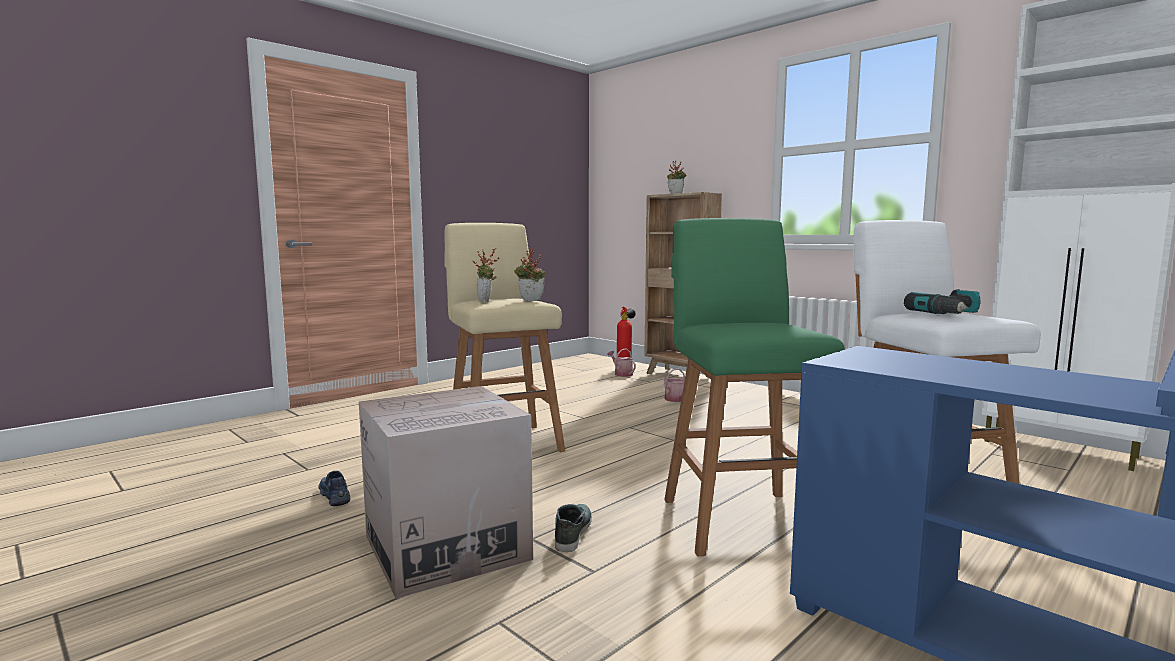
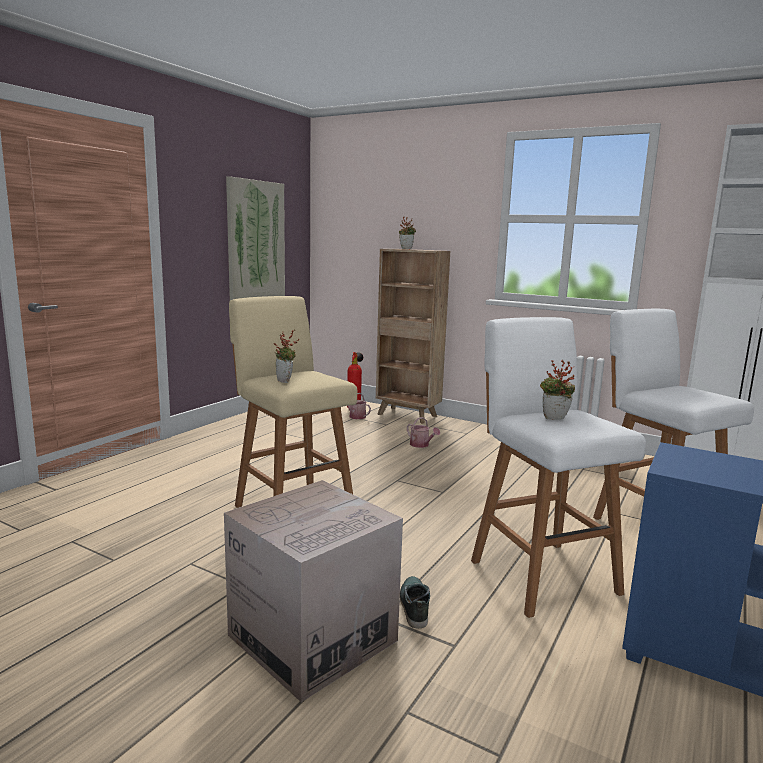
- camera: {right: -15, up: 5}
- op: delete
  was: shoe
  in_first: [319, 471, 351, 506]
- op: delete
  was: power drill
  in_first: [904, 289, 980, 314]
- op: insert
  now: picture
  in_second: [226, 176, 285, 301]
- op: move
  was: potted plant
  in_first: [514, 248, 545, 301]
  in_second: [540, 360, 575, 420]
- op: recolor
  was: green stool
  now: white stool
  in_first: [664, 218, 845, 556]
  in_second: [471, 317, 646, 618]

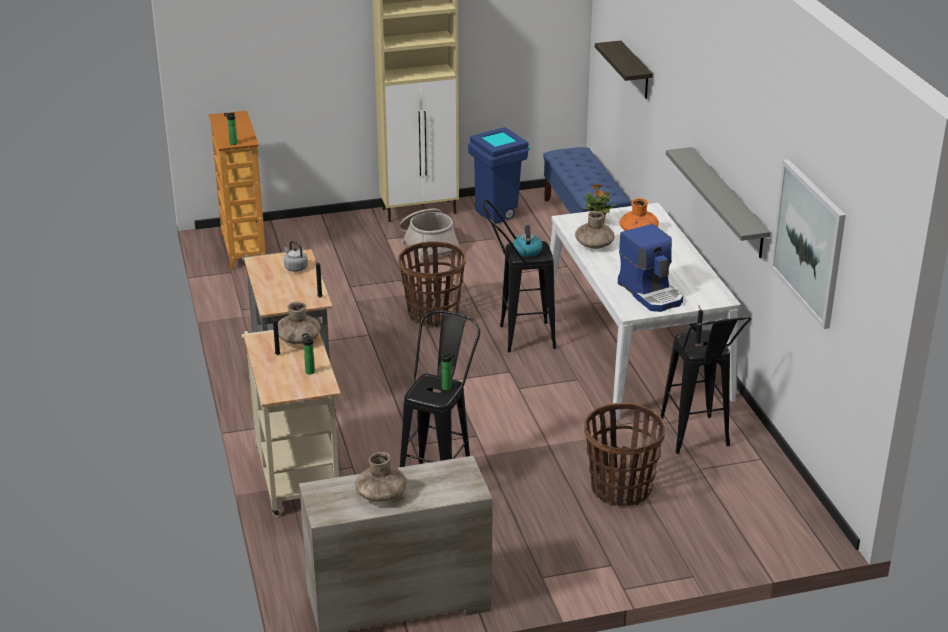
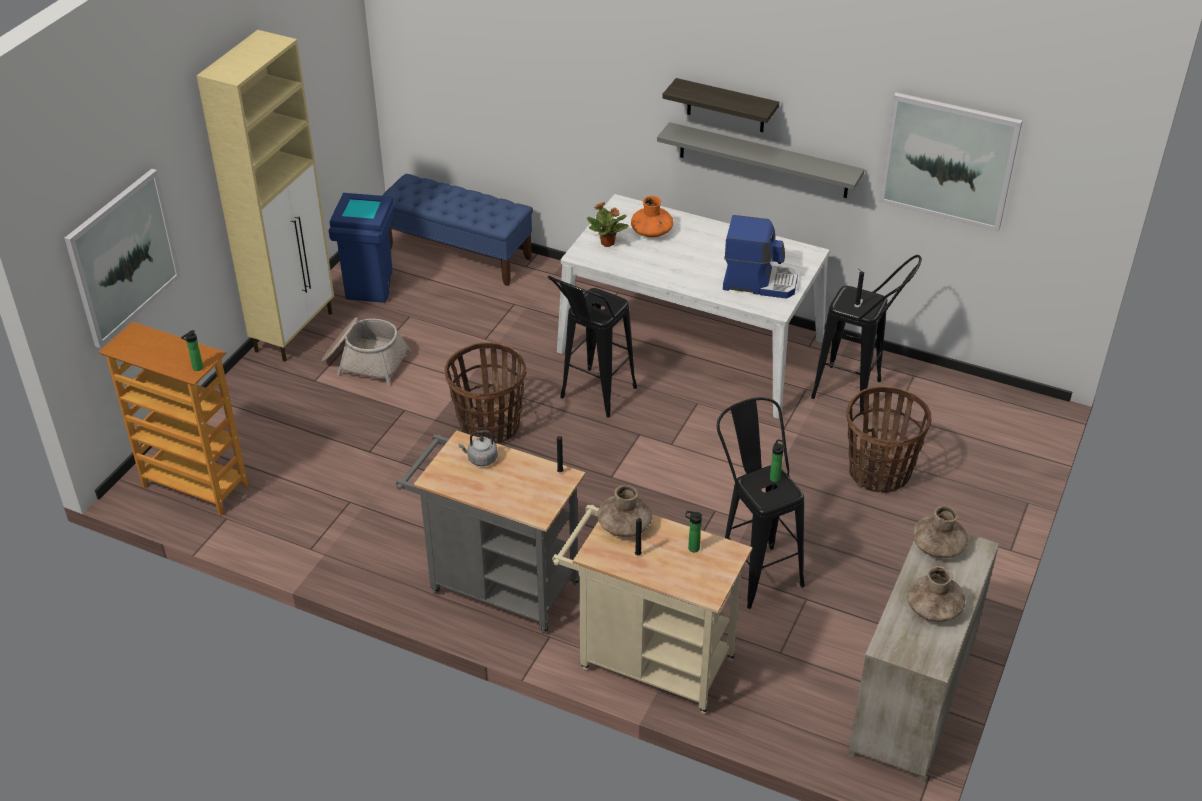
- camera: {right: -50, up: 10}
- op: delete
  was: kettle
  in_first: [513, 225, 542, 257]
- op: insert
  now: picture
  in_second: [65, 169, 181, 348]
- op: move
  was: brown vase
  in_first: [575, 211, 615, 249]
  in_second: [913, 506, 968, 558]
- op: move
  was: shelf
  in_first: [595, 41, 653, 99]
  in_second: [662, 78, 779, 132]

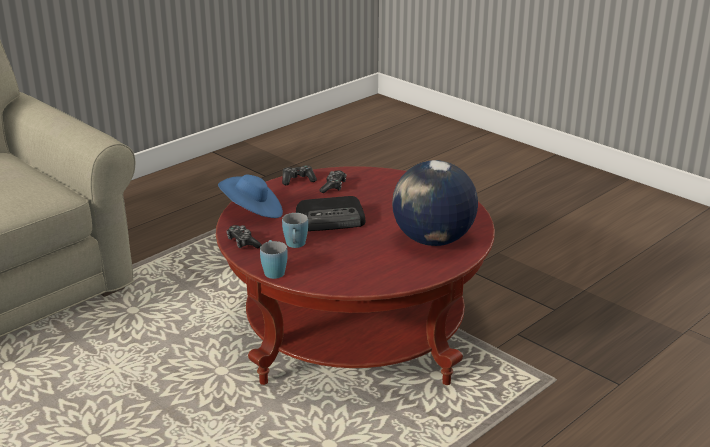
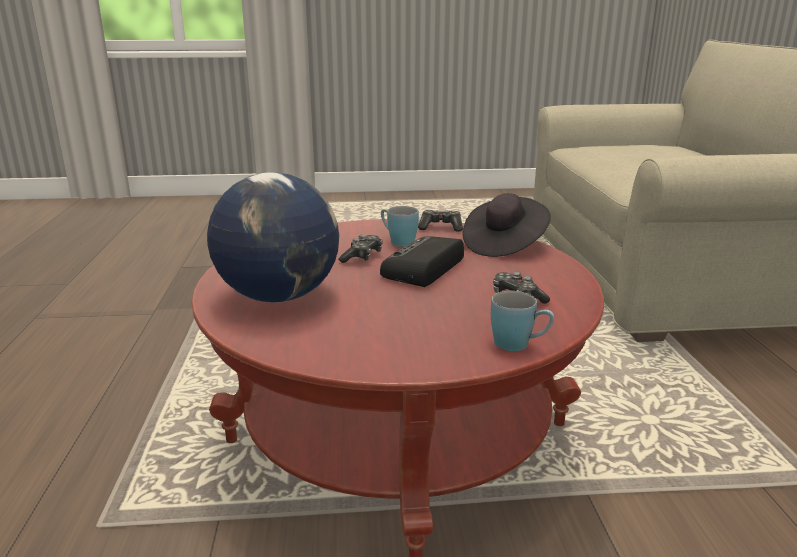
- camera: {right: 130, up: -5}
- op: move
  was: blue mug
  in_first: [260, 240, 287, 279]
  in_second: [491, 291, 554, 351]
- op: move
  was: game controller
  in_first: [282, 165, 317, 185]
  in_second: [339, 235, 383, 263]
- op: recolor
  was: blue hat
  now: black hat
  in_first: [218, 174, 283, 218]
  in_second: [462, 193, 551, 257]

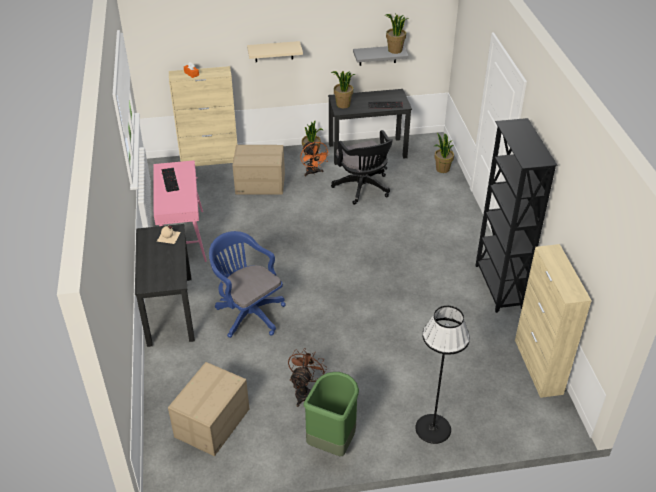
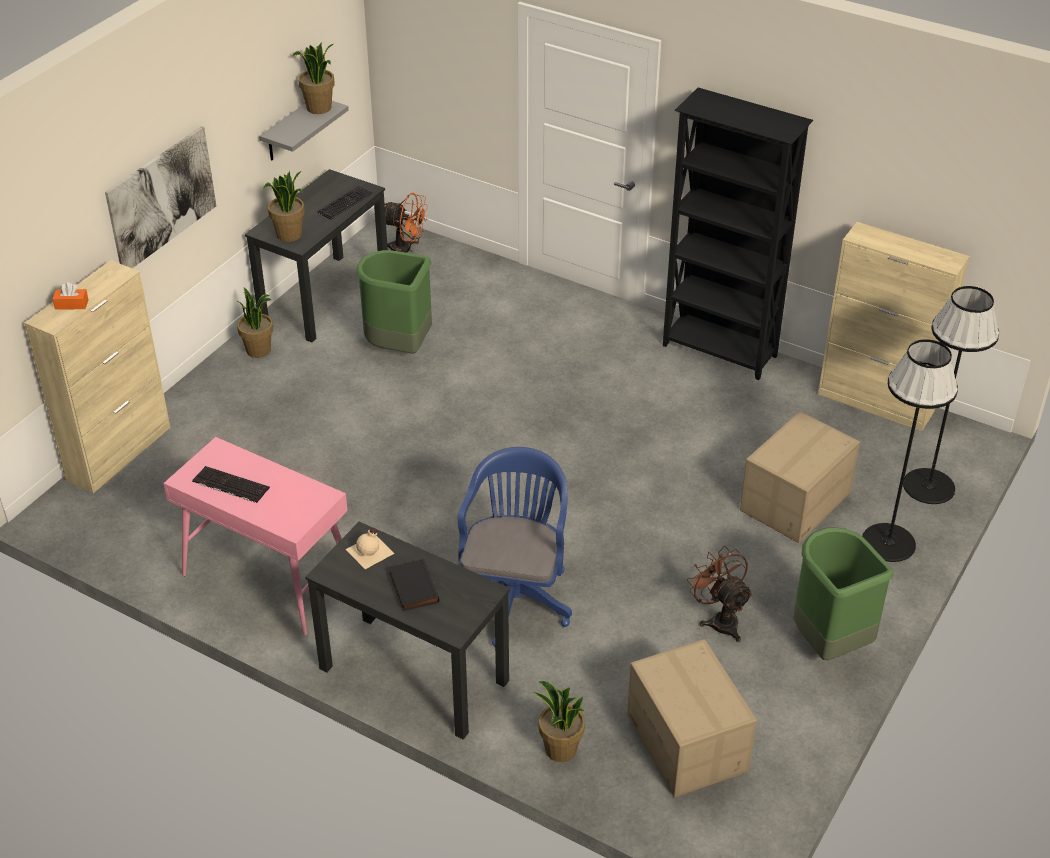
- camera: {right: -50, up: 0}
- op: insert
  now: black book
  in_second: [389, 558, 440, 611]
- op: insert
  now: black floor lamp
  in_second: [903, 286, 999, 504]
- op: move
  was: cardboard box
  in_first: [232, 145, 285, 195]
  in_second: [740, 411, 860, 543]
- op: move
  was: orange fan
  in_first: [300, 141, 330, 176]
  in_second: [385, 193, 428, 253]
- op: move
  was: potted plant
  in_first: [435, 133, 454, 173]
  in_second: [533, 681, 585, 762]
- op: replace
  was: beige shelf
  now: picture
  in_first: [247, 41, 303, 62]
  in_second: [105, 126, 216, 268]
- op: replace
  was: black office chair
  now: green trash can
  in_first: [331, 130, 393, 205]
  in_second: [356, 250, 432, 354]
- op: rotate
  was: blue office chair
  in_first: [209, 231, 286, 338]
  in_second: [458, 447, 572, 646]
  clockwise: 105

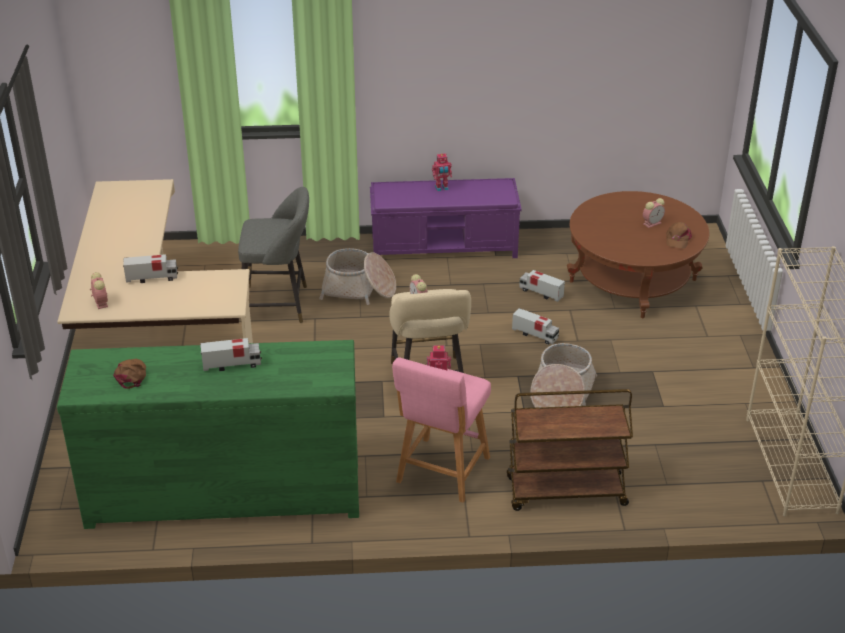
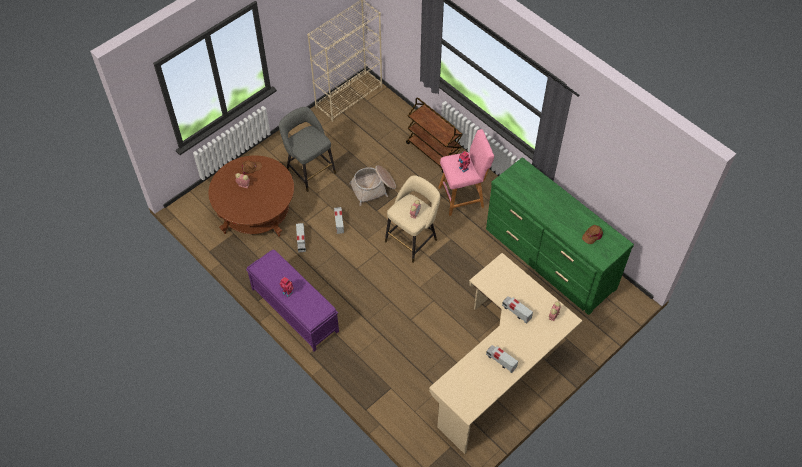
- camera: {right: -130, up: 20}
- op: delete
  was: basket
  in_first: [319, 248, 396, 305]
- op: move
  was: toy truck
  in_first: [200, 338, 262, 371]
  in_second: [486, 345, 518, 373]
- op: move
  was: grey stool
  in_first: [238, 187, 309, 323]
  in_second: [279, 107, 336, 192]

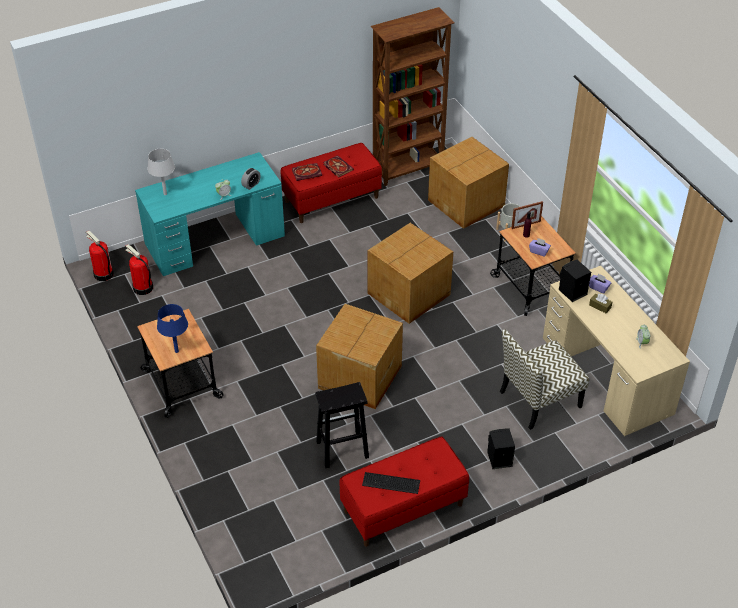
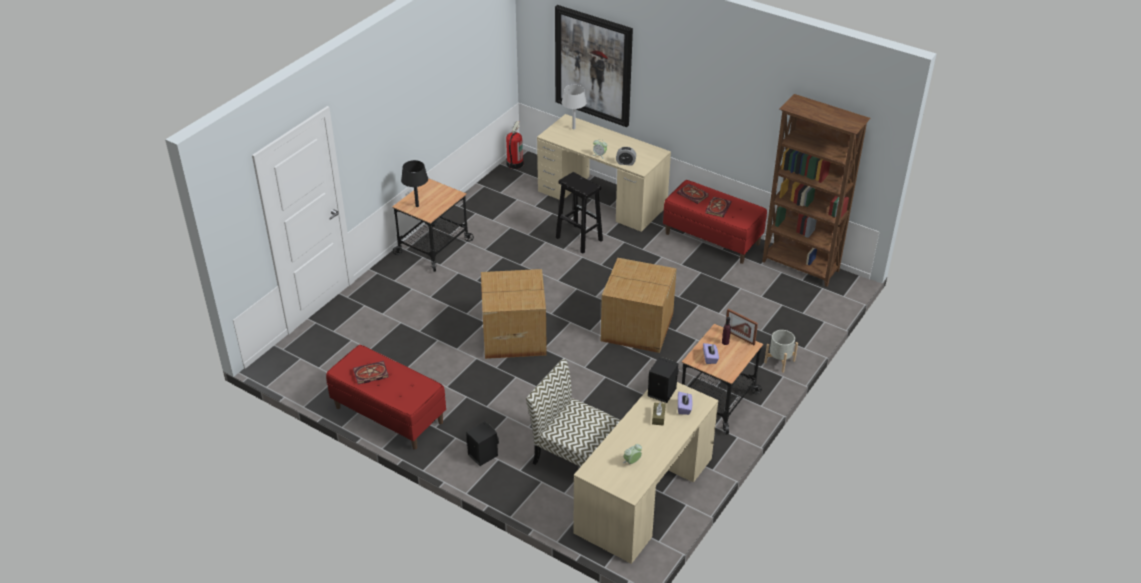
- camera: {right: 60, up: -5}
- op: delete
  was: fire extinguisher
  in_first: [125, 244, 153, 295]
- op: delete
  was: cardboard box
  in_first: [428, 137, 509, 229]
- op: insert
  now: picture
  in_second: [555, 5, 633, 127]
- op: move
  was: black stool
  in_first: [315, 382, 369, 468]
  in_second: [556, 172, 603, 254]
- op: replace
  was: keyboard
  now: book
  in_first: [362, 472, 420, 494]
  in_second: [353, 361, 389, 385]
- op: recolor
  was: turquoise desk
  now: beige desk
  in_first: [135, 152, 285, 276]
  in_second: [537, 114, 671, 232]
- op: recolor
  was: blue table lamp
  now: black table lamp
  in_first: [157, 304, 188, 353]
  in_second: [401, 160, 428, 207]

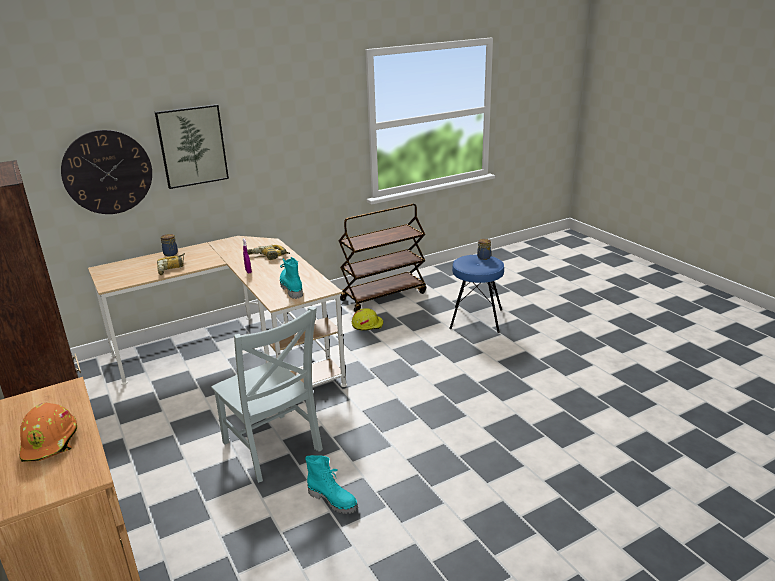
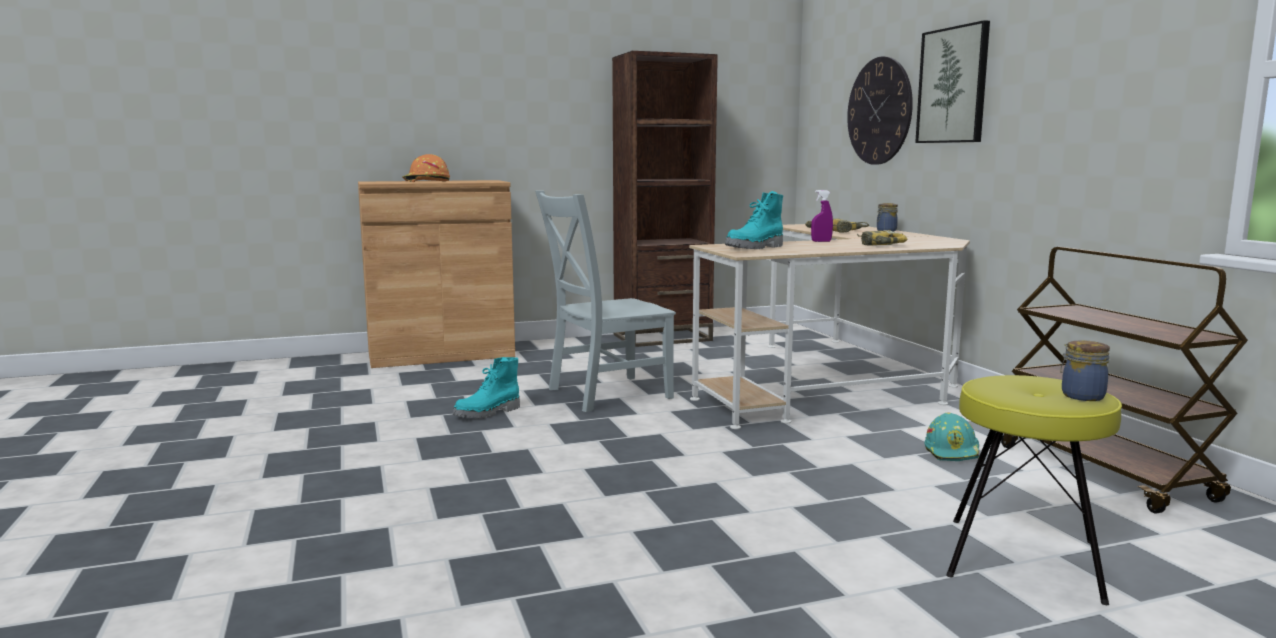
- camera: {right: 100, up: -15}
- op: recolor
  was: yellow hard hat
  now: turquoise hard hat
  in_first: [352, 308, 384, 331]
  in_second: [924, 413, 979, 461]
- op: recolor
  was: blue stool
  now: yellow stool
  in_first: [449, 254, 504, 333]
  in_second: [946, 375, 1122, 605]
- op: rotate
  was: turquoise boot
  in_first: [280, 257, 303, 299]
  in_second: [725, 191, 783, 249]
  clockwise: 150

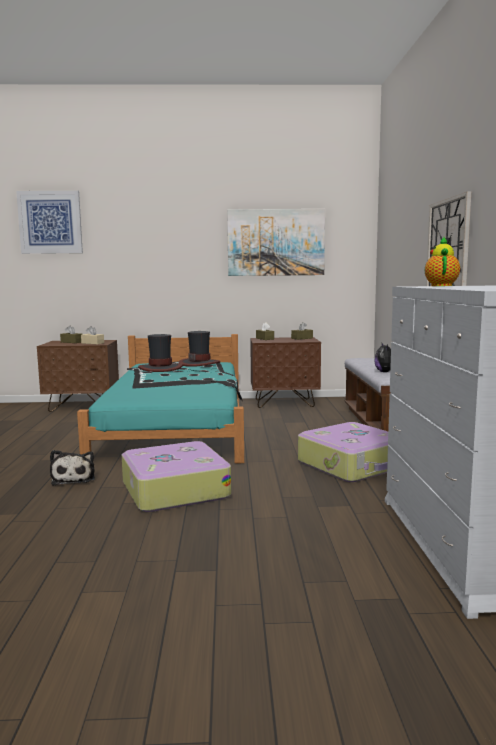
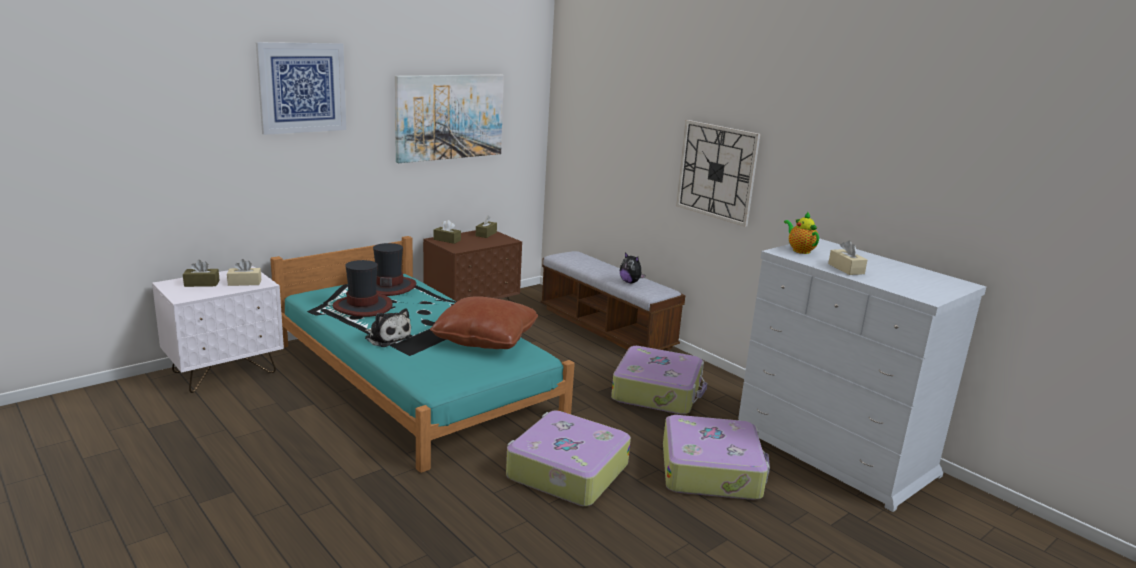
- camera: {right: -40, up: 10}
- op: insert
  now: brown pillow
  in_second: [430, 296, 538, 349]
- op: insert
  now: suitcase
  in_second: [663, 415, 770, 500]
- op: insert
  now: beige tissue box
  in_second: [828, 240, 867, 275]
- op: move
  was: picture
  in_first: [16, 191, 83, 254]
  in_second: [256, 42, 346, 135]
- op: move
  was: plush toy
  in_first: [50, 450, 95, 486]
  in_second: [365, 308, 413, 347]
- op: recolor
  was: brown nightstand
  now: white nightstand
  in_first: [37, 340, 119, 412]
  in_second: [152, 266, 284, 393]

